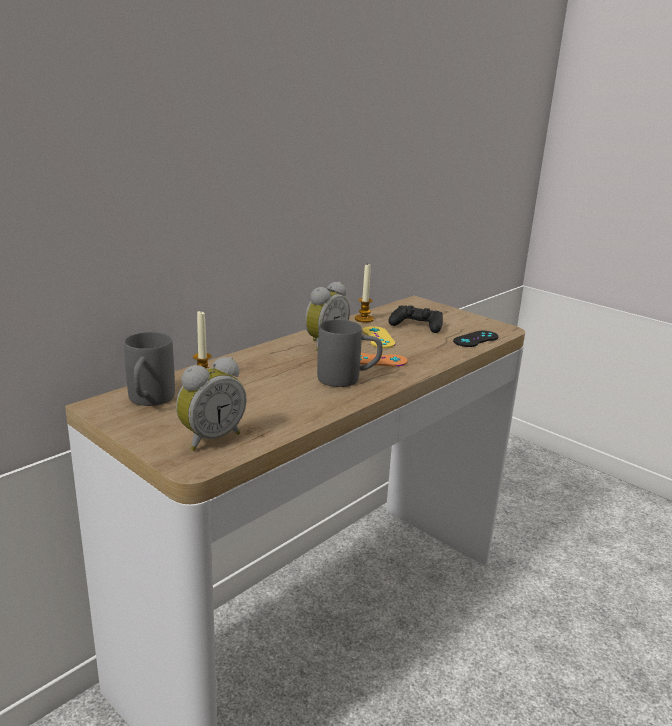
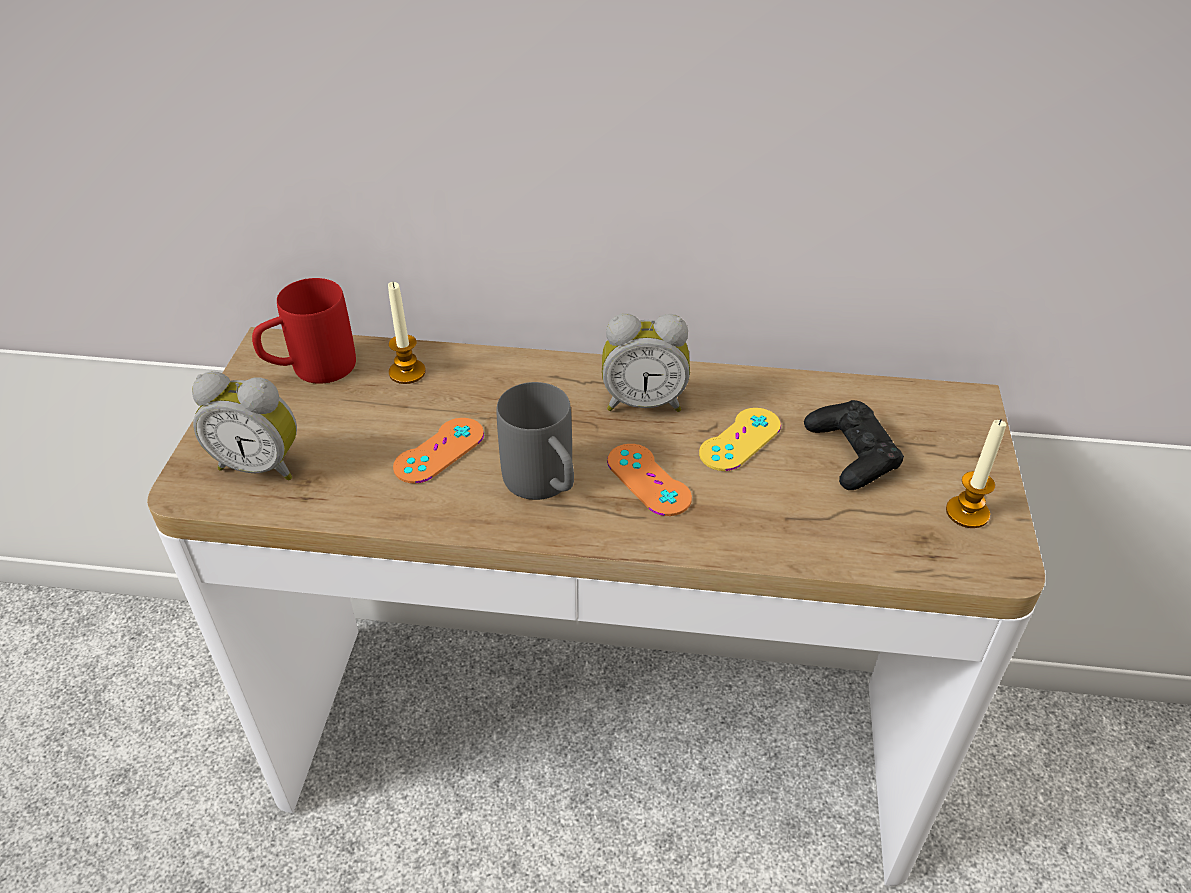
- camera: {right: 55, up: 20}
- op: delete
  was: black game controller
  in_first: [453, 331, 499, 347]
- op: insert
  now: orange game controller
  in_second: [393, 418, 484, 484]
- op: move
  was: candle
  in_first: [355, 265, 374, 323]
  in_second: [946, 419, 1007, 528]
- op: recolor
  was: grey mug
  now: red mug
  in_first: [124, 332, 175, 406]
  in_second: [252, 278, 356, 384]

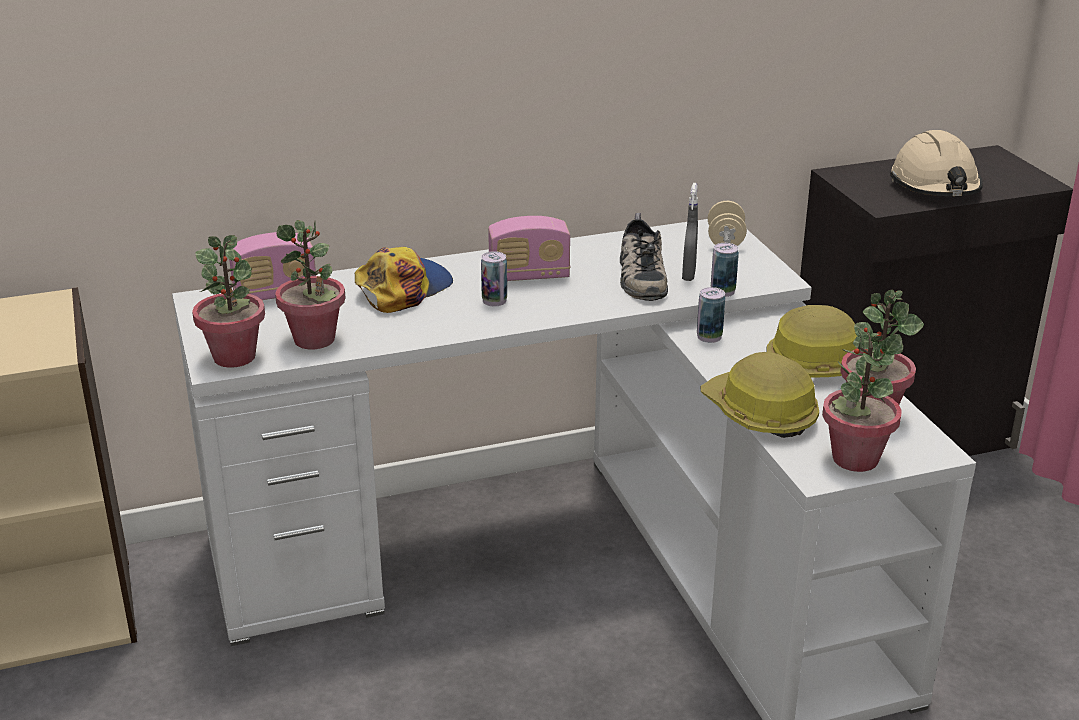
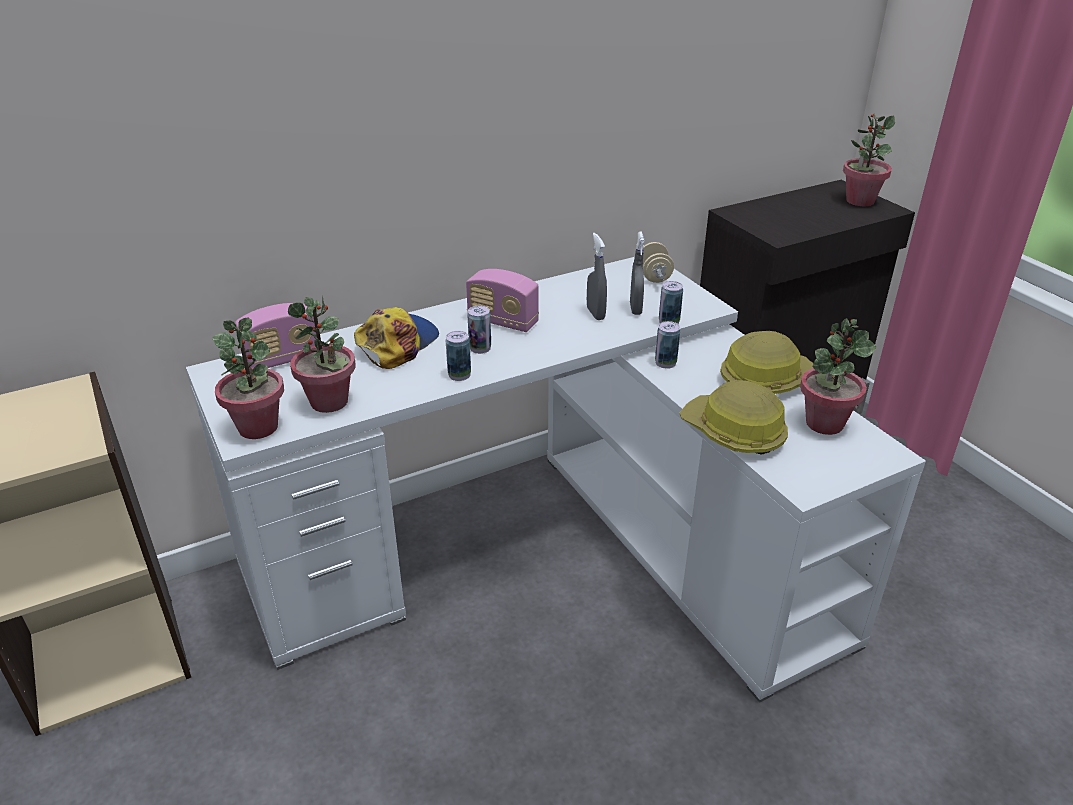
- camera: {right: -10, up: 5}
- op: delete
  was: beige hard hat
  in_first: [890, 130, 982, 196]
- op: insert
  now: can
  in_second: [446, 331, 471, 381]
- op: move
  was: potted plant
  in_first: [822, 326, 903, 472]
  in_second: [843, 114, 895, 206]
- op: replace
  was: shoe
  now: grey spray bottle
  in_first: [620, 213, 668, 301]
  in_second: [587, 233, 607, 320]
- op: rotate
  was: radio
  in_first: [488, 216, 570, 281]
  in_second: [466, 269, 539, 332]
  clockwise: 45

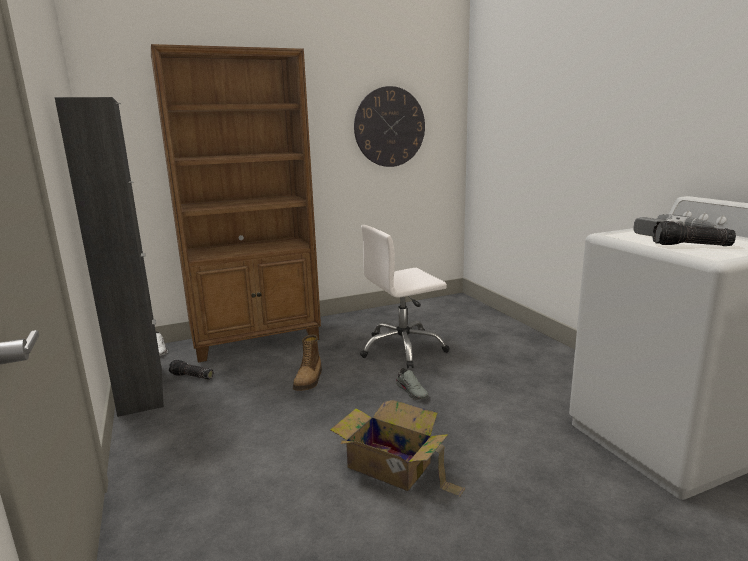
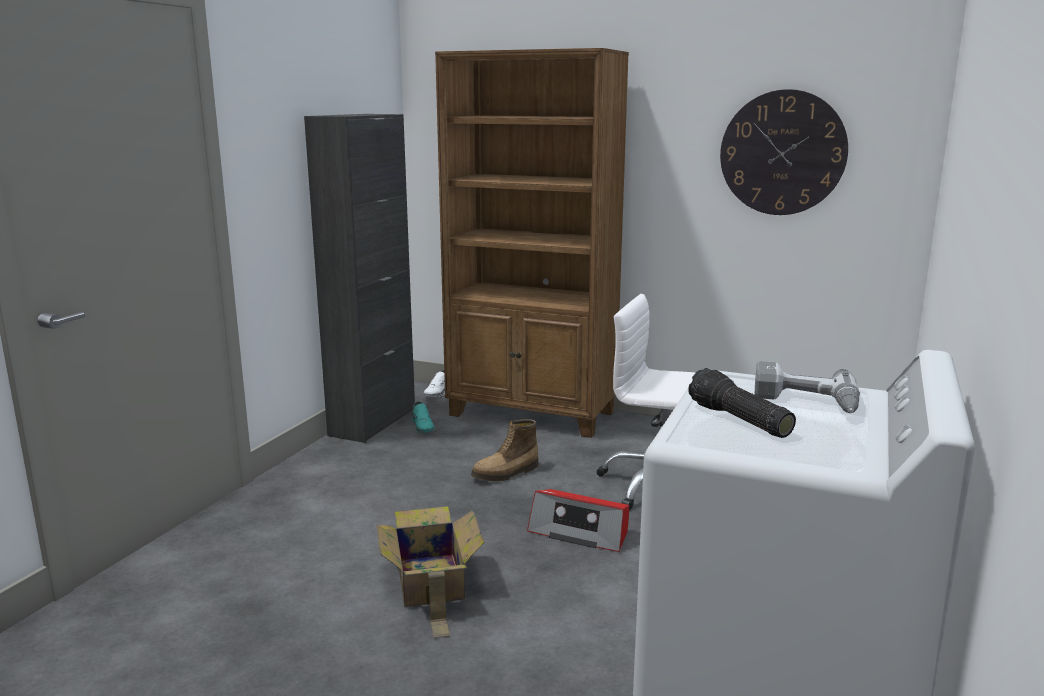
- camera: {right: 45, up: 0}
- op: replace
  was: flashlight
  now: turquoise shoe
  in_first: [169, 360, 213, 379]
  in_second: [412, 401, 435, 433]
- op: replace
  was: grey shoe
  now: radio
  in_first: [396, 368, 428, 400]
  in_second: [527, 489, 629, 552]

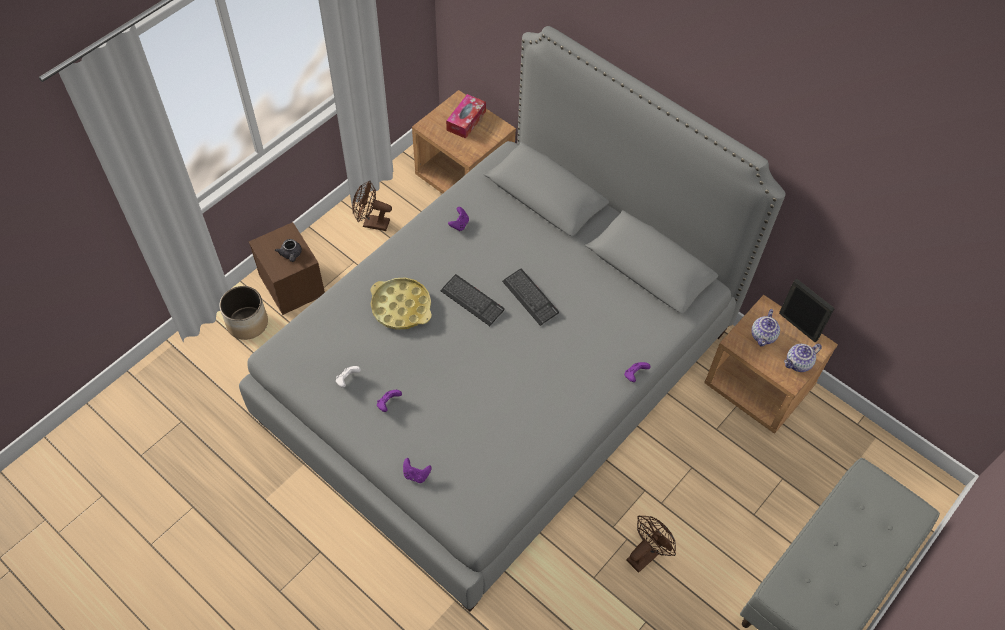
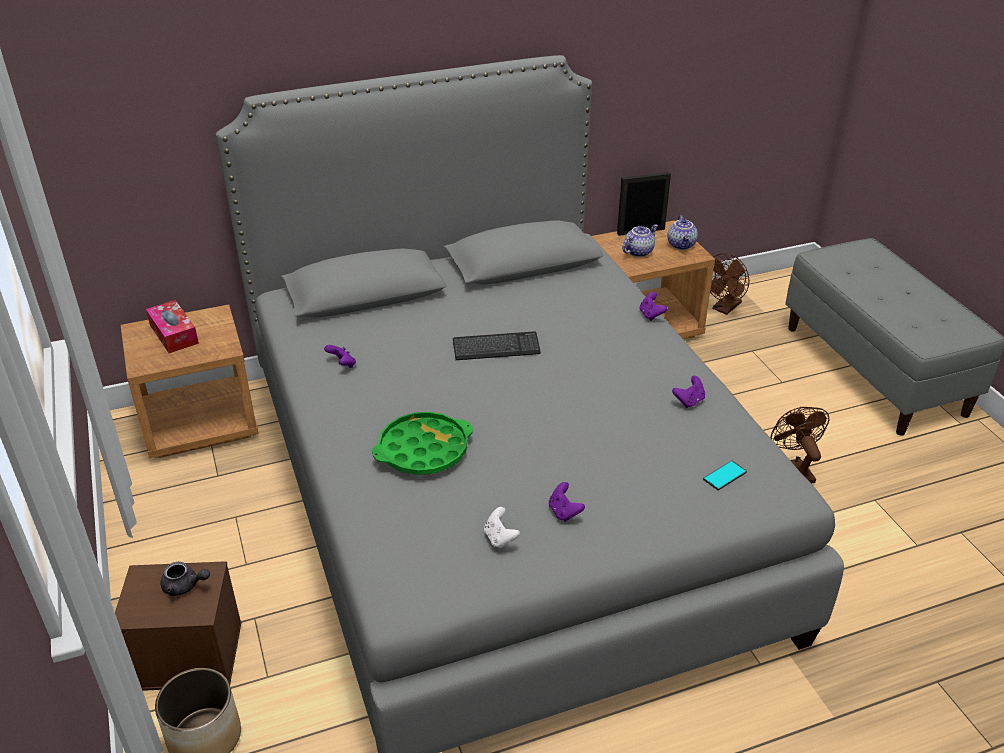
- camera: {right: -60, up: -20}
- op: delete
  was: keyboard
  in_first: [441, 274, 505, 326]
- op: insert
  now: phone
  in_second: [703, 460, 747, 490]
- op: move
  was: brown fan
  in_first: [352, 181, 392, 231]
  in_second: [710, 253, 749, 315]
- op: move
  was: purple game controller
  in_first: [403, 458, 431, 483]
  in_second: [672, 376, 705, 408]
- op: recolor
  was: yellow tray
  now: green tray
  in_first: [370, 278, 432, 330]
  in_second: [372, 412, 473, 475]
- op: rotate
  was: teapot
  in_first: [751, 309, 780, 346]
  in_second: [622, 224, 658, 257]
  clockwise: -90

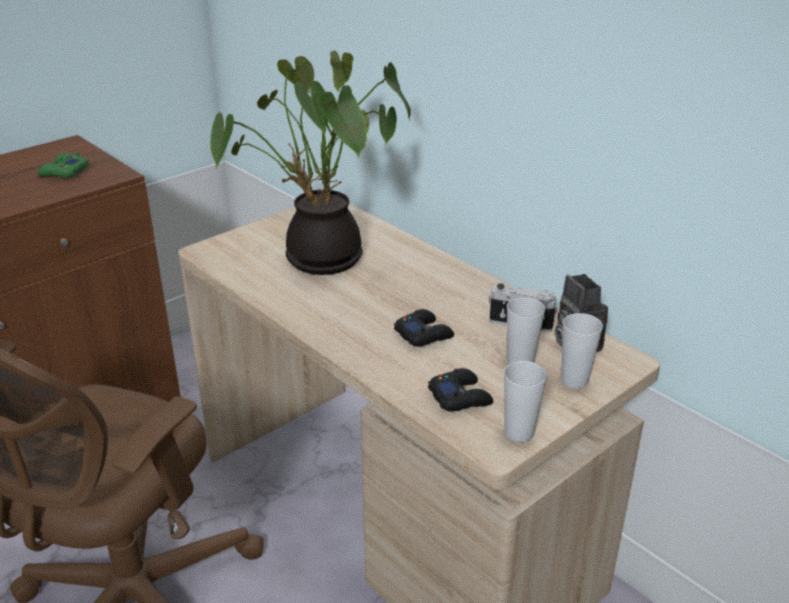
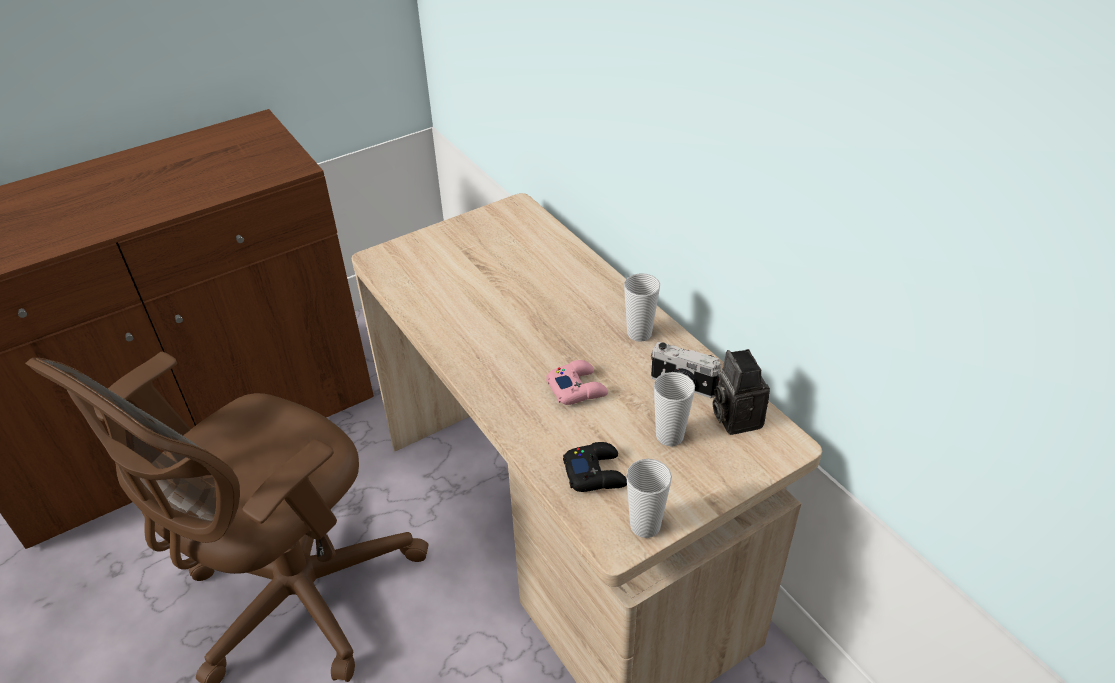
- camera: {right: 10, up: 10}
- op: delete
  was: green game controller
  in_first: [38, 152, 89, 178]
- op: delete
  was: potted plant
  in_first: [210, 51, 411, 275]
- op: move
  was: cup
  in_first: [561, 313, 603, 389]
  in_second: [624, 273, 660, 342]
- op: recolor
  was: black game controller
  now: pink game controller
  in_first: [394, 309, 454, 347]
  in_second: [546, 360, 608, 405]

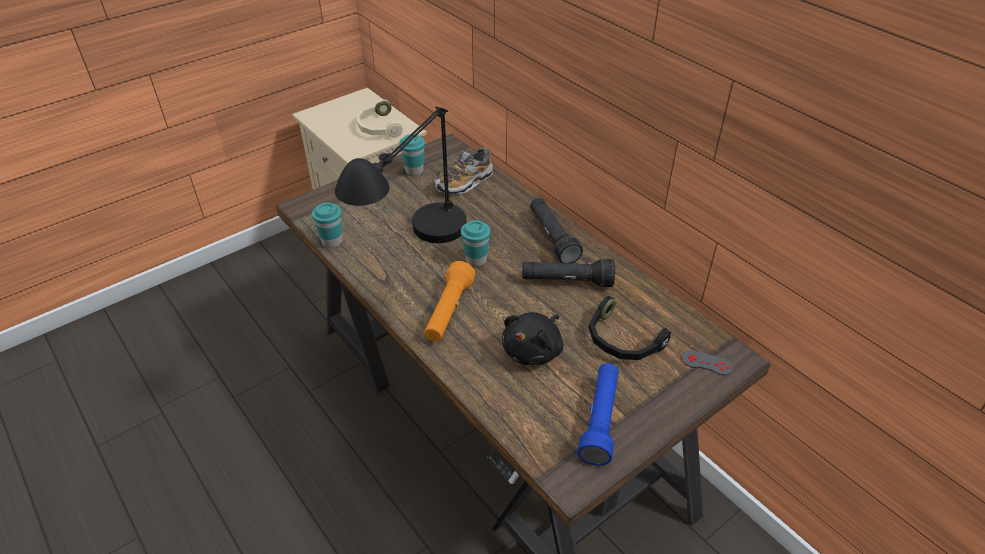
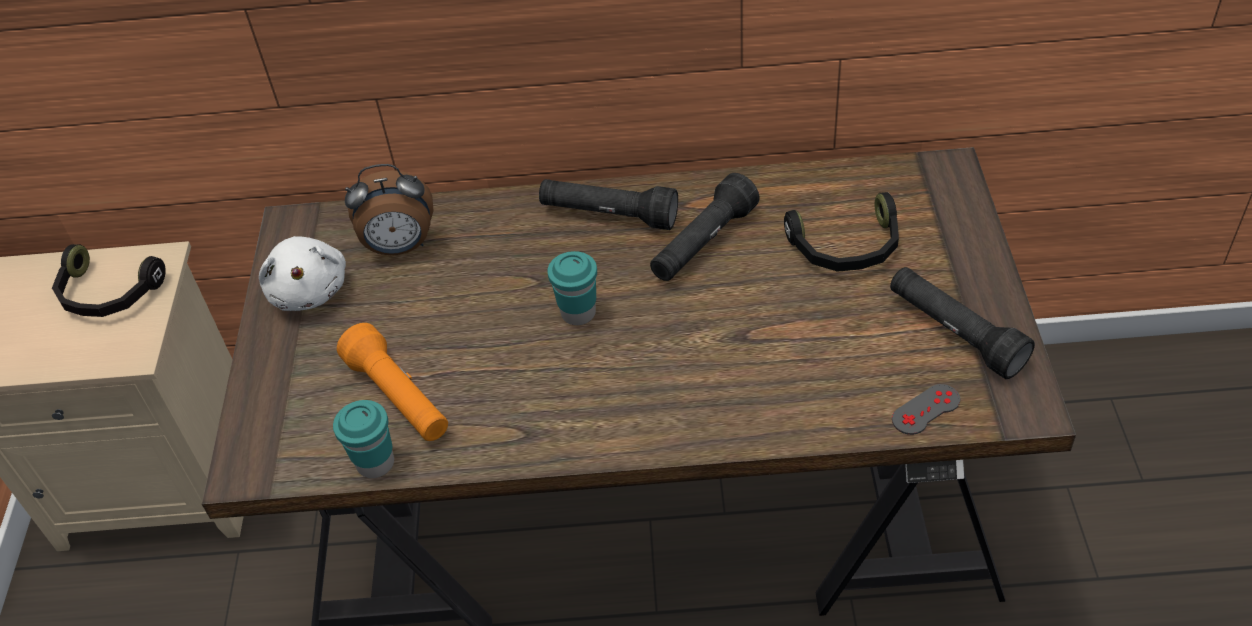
- camera: {right: -50, up: 5}
- op: delete
  was: black table lamp
  in_first: [335, 107, 466, 243]
- op: delete
  was: black plush toy
  in_first: [502, 312, 564, 365]
- op: move
  was: orange flashlight
  in_first: [424, 261, 476, 341]
  in_second: [337, 323, 448, 441]
- op: move
  was: grey game controller
  in_first: [682, 350, 733, 375]
  in_second: [892, 384, 960, 435]
- op: replace
  was: turquoise cup
  now: white plush toy
  in_first: [399, 134, 425, 176]
  in_second: [259, 236, 346, 311]
- op: replace
  was: shoe
  now: alarm clock
  in_first: [434, 147, 494, 195]
  in_second: [345, 164, 433, 255]
- op: recolor
  was: beige headphones
  now: black headphones
  in_first: [356, 99, 403, 138]
  in_second: [52, 244, 166, 317]
- op: recolor
  was: blue flashlight
  now: black flashlight
  in_first: [577, 363, 619, 466]
  in_second: [890, 267, 1035, 379]

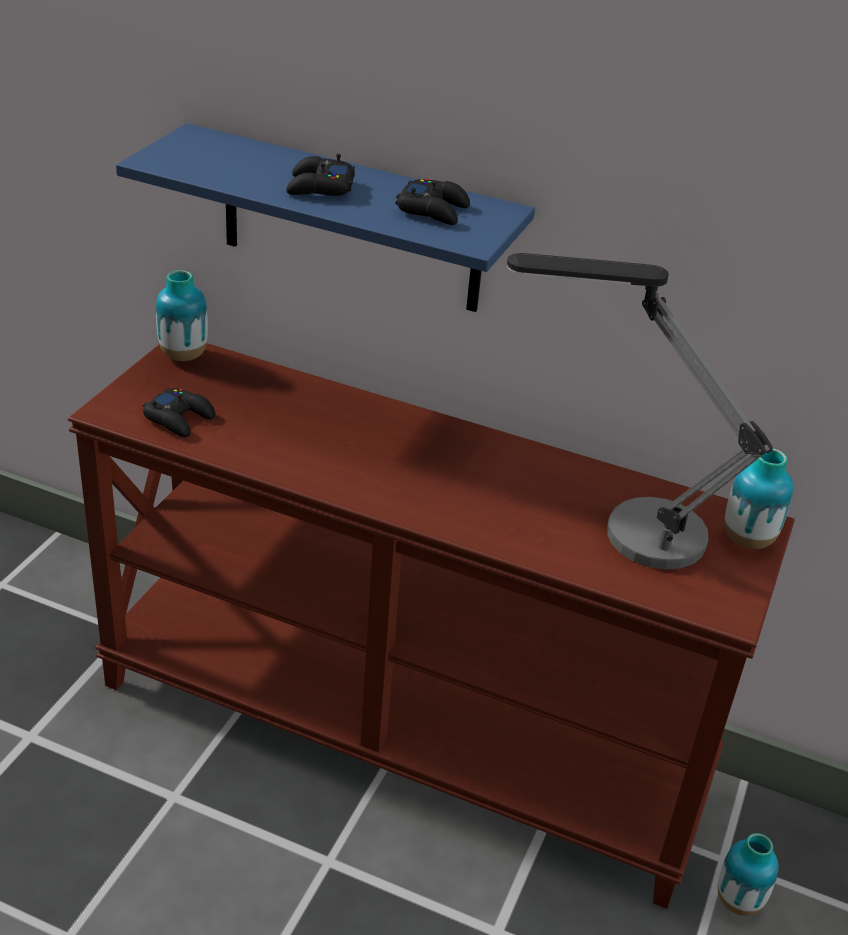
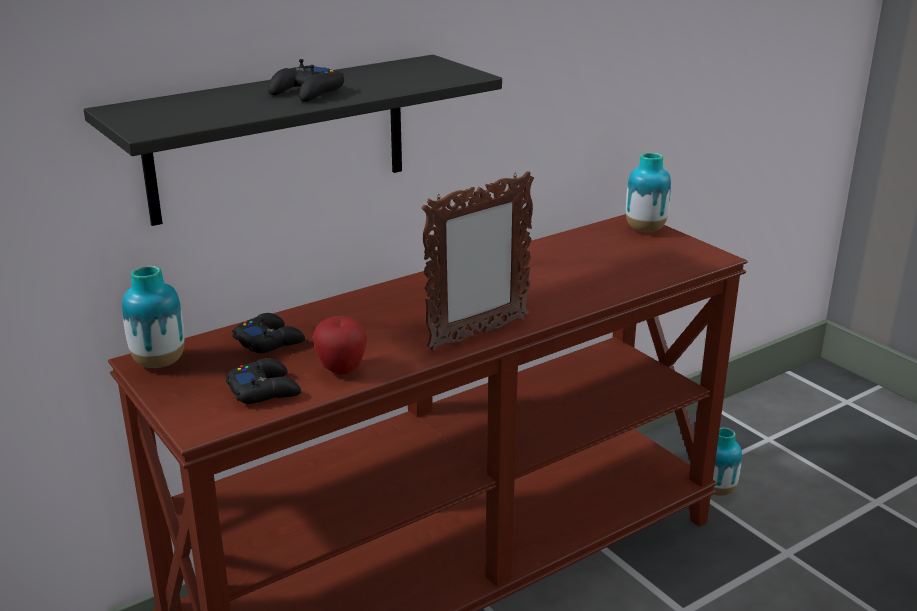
- camera: {right: -55, up: -10}
- op: delete
  was: table lamp
  in_first: [507, 253, 773, 569]
- op: insert
  now: apple
  in_second: [313, 316, 367, 375]
- op: insert
  now: picture frame
  in_second: [422, 171, 534, 351]
- op: move
  was: black game controller
  in_first: [396, 179, 470, 225]
  in_second: [232, 313, 305, 353]
- op: recolor
  was: blue shelf
  now: black shelf
  in_first: [116, 123, 535, 312]
  in_second: [84, 55, 502, 226]

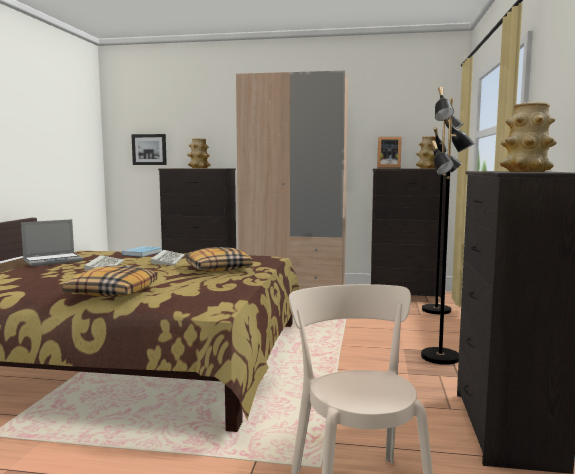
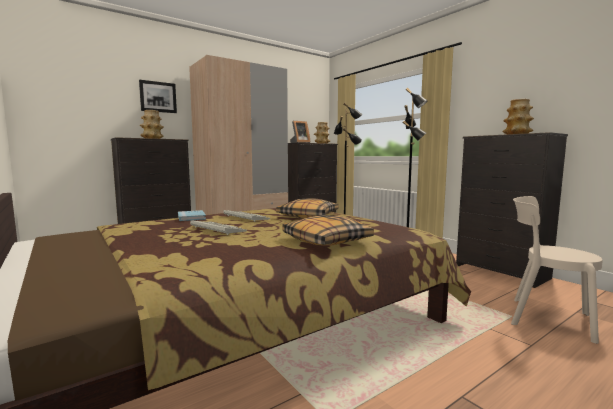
- camera: {right: -45, up: 0}
- op: delete
  was: laptop
  in_first: [21, 219, 84, 267]
- op: move
  was: picture
  in_first: [131, 134, 167, 165]
  in_second: [139, 80, 177, 113]

